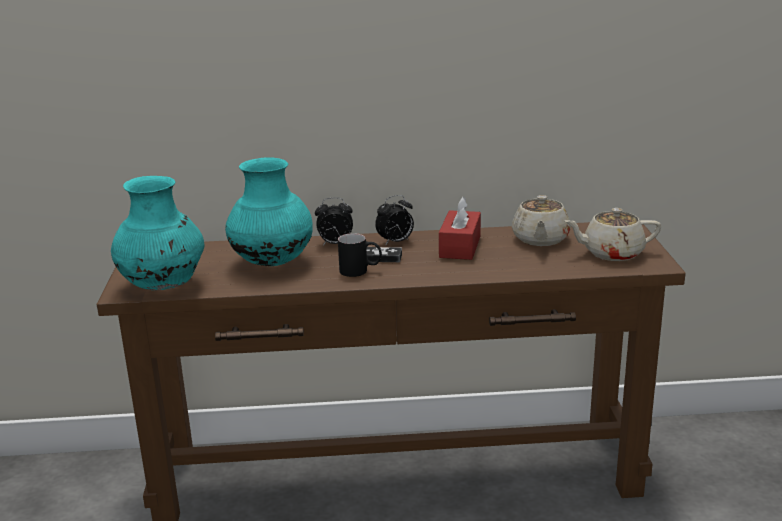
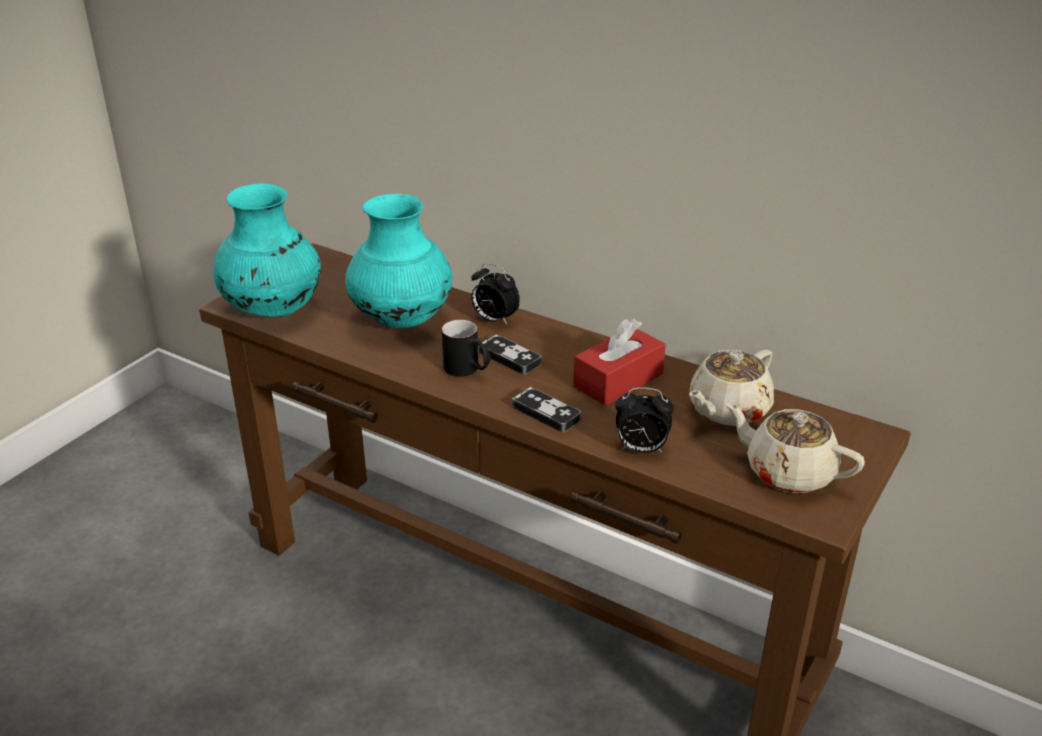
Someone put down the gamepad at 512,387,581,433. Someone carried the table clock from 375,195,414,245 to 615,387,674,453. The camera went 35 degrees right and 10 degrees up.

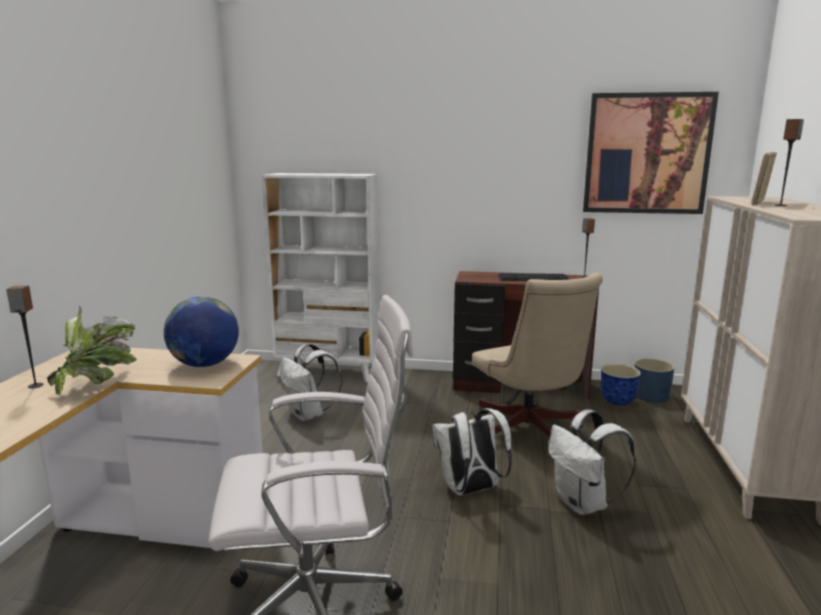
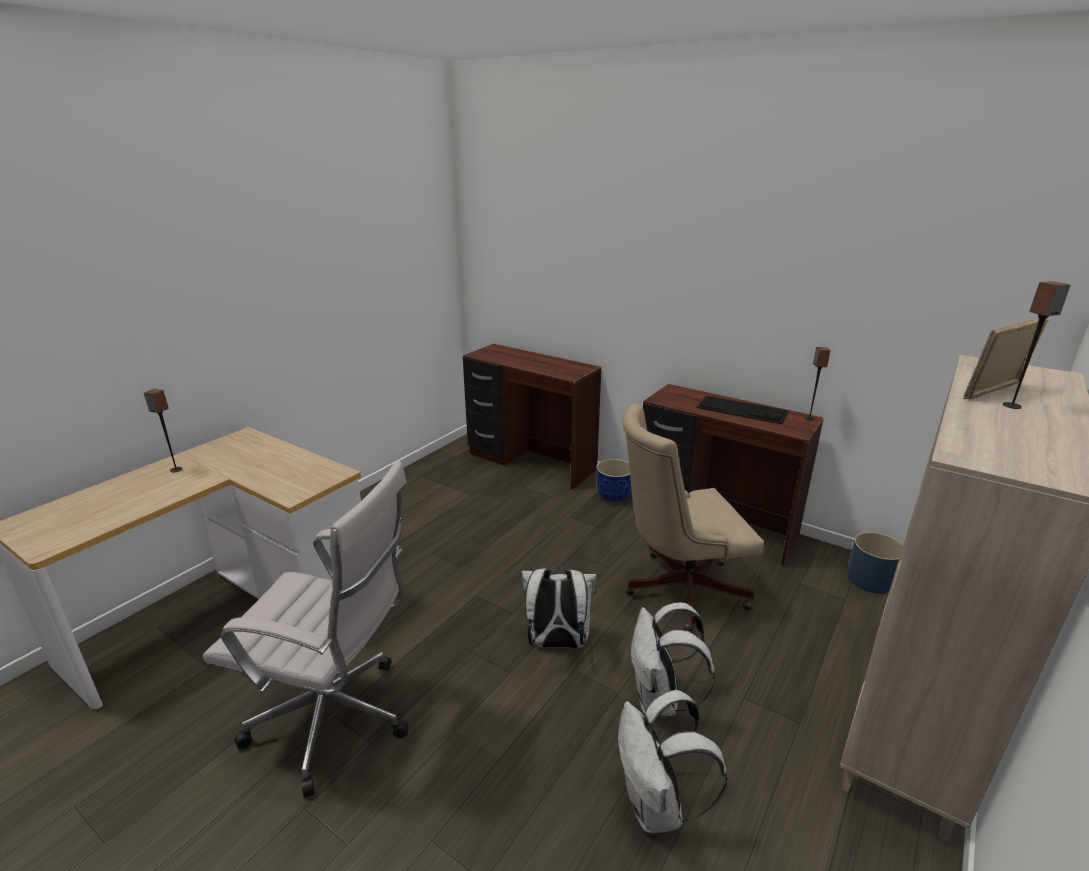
Someone swapped the bookshelf/white at 262,173,380,382 for the desk/brown at 463,344,601,490. Someone carried the plant pot from 601,364,641,405 to 596,459,631,502. Someone carried the rucksack/white from 281,344,342,421 to 618,690,727,833. Someone rotated the office chair/beige at 472,273,603,438 by 75 degrees clockwise. Someone took away the plant in a pot at 47,305,137,395. Someone took away the desk globe at 164,296,239,367. Someone took away the picture at 583,92,719,214. The camera went 25 degrees right and 10 degrees up.

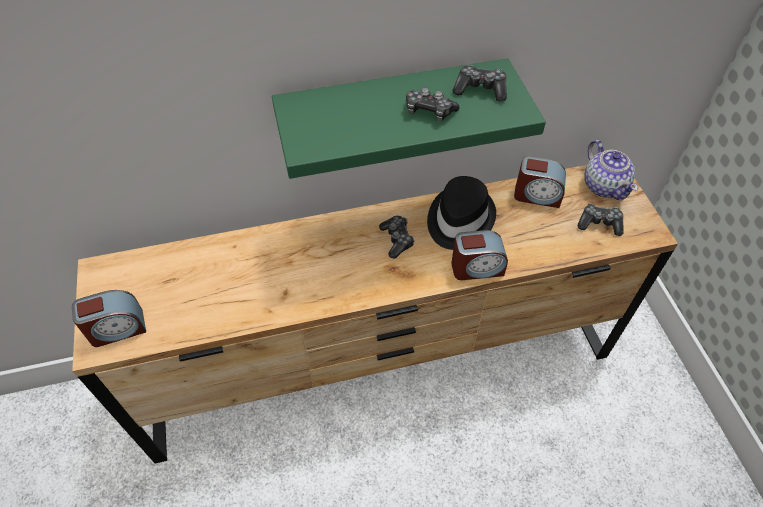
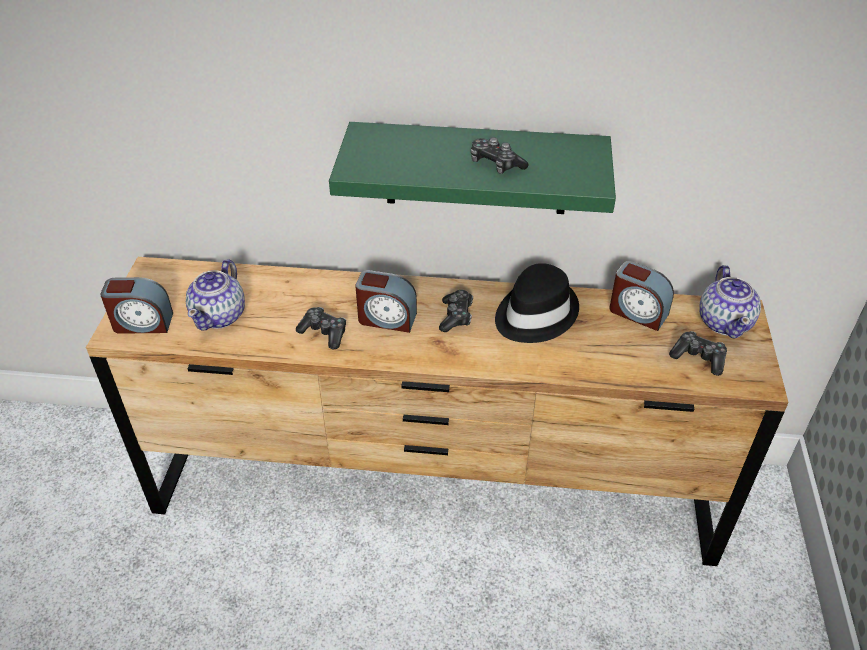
Someone put down the pot for tea at 186,259,245,331. Someone carried the gamepad from 453,65,507,102 to 296,307,346,350. Someone carried the table clock from 451,230,508,280 to 355,270,417,333. The camera went 20 degrees right and 10 degrees down.

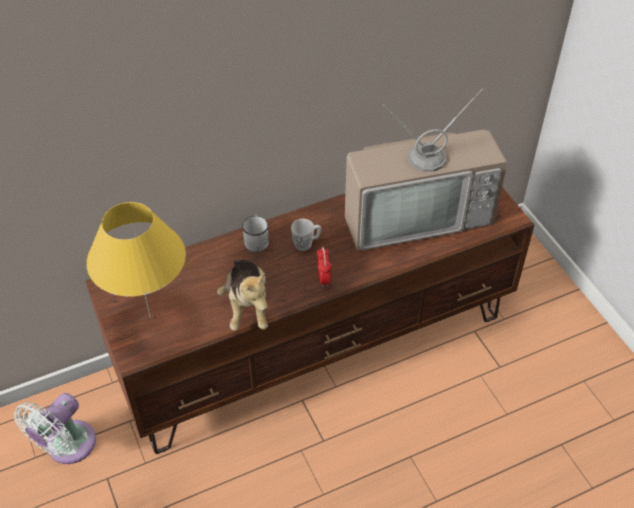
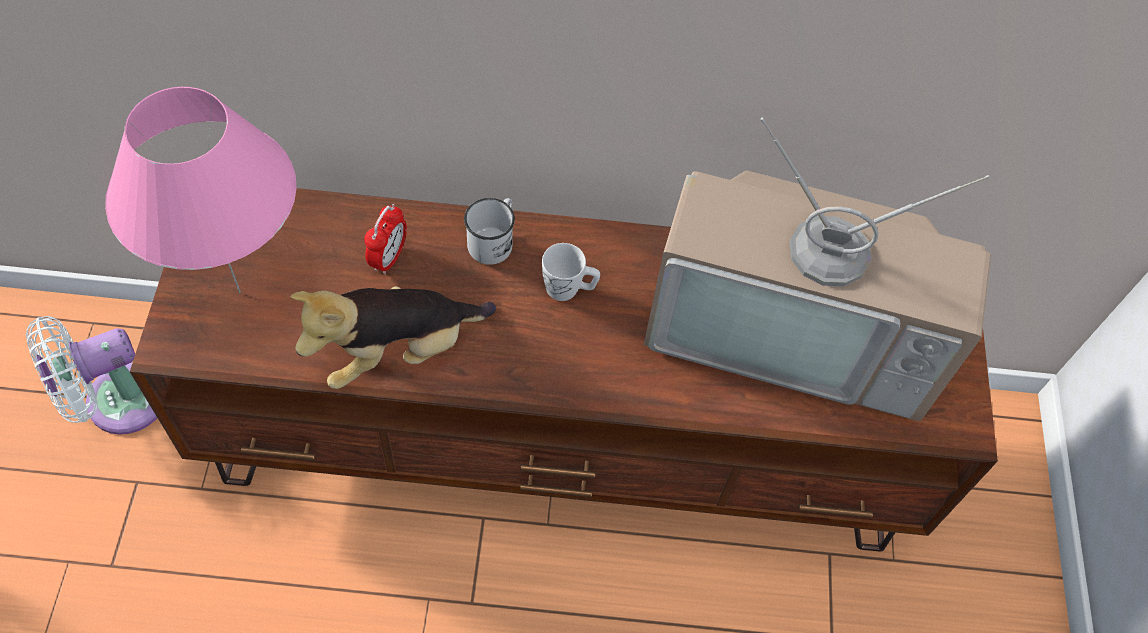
Someone repainted the table lamp/yellow at 86,202,186,319, which became the table lamp/pink-coloured at 105,87,297,293. Someone rotated the cuddly toy at 217,260,268,331 by 45 degrees clockwise. Someone carried the table clock from 316,247,332,287 to 364,204,407,275. The camera went 25 degrees right and 10 degrees up.

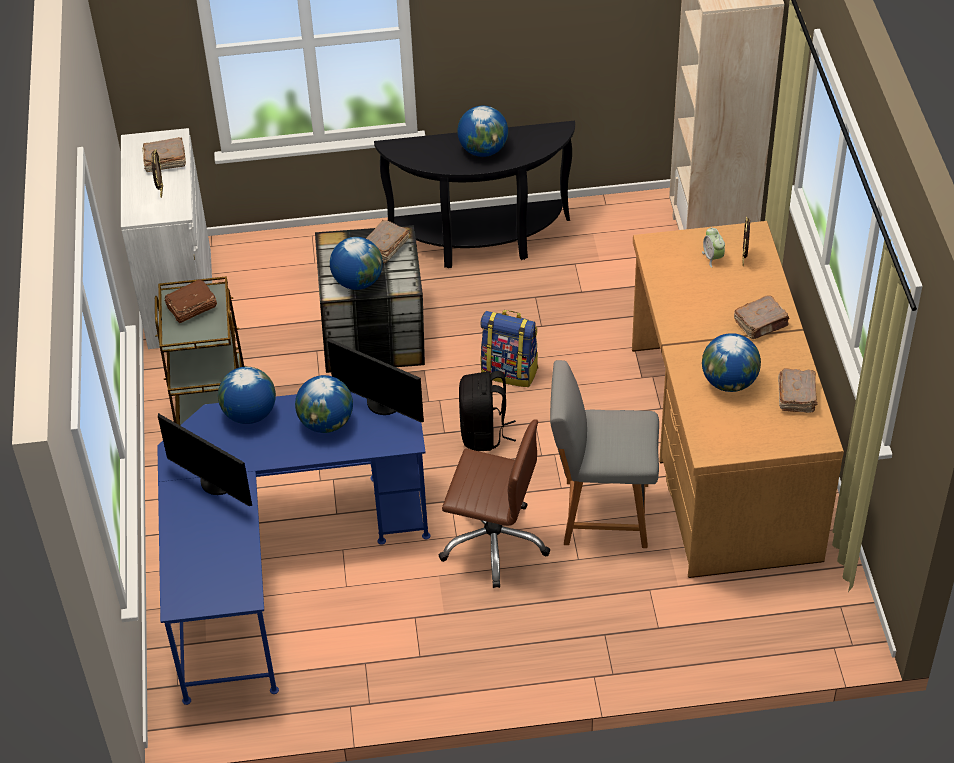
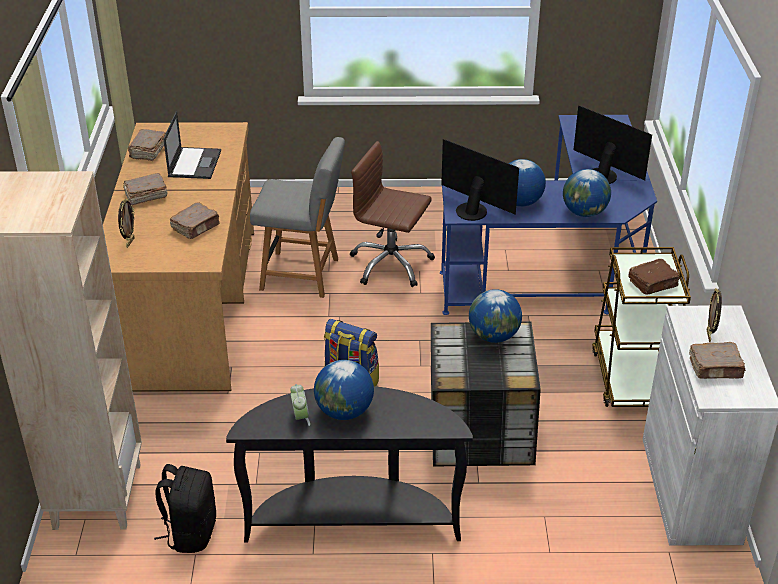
Someone carried the rucksack/blackish from 459,371,516,451 to 154,464,216,553. Someone swapped the desk globe at 702,333,761,392 for the notebook computer at 163,111,221,179. Someone carried the book/brown from 366,220,409,263 to 170,202,220,239. Someone carried the table clock from 702,227,725,268 to 290,384,310,426. The camera went 175 degrees left and 10 degrees down.

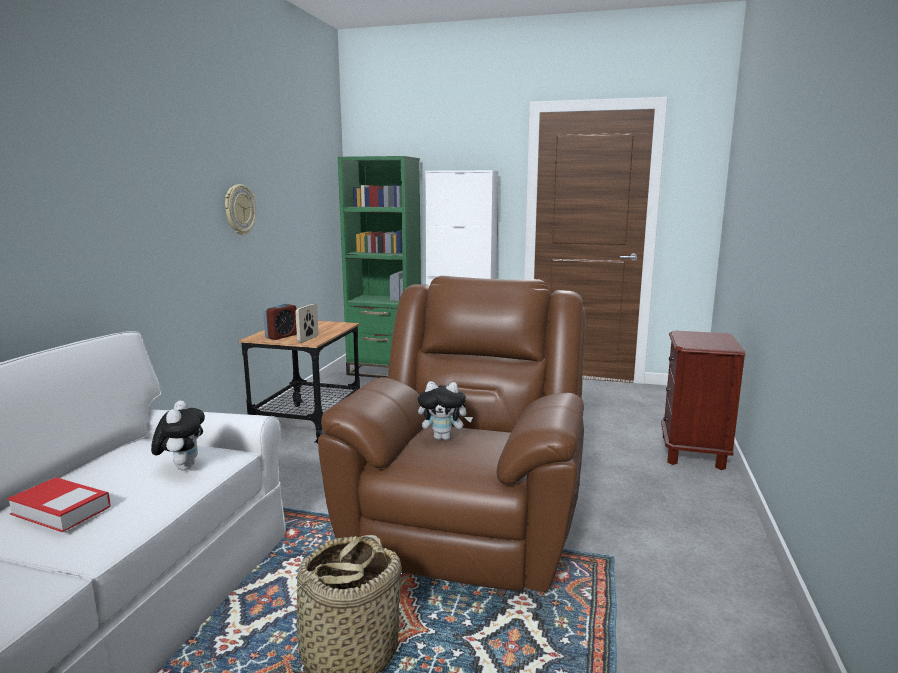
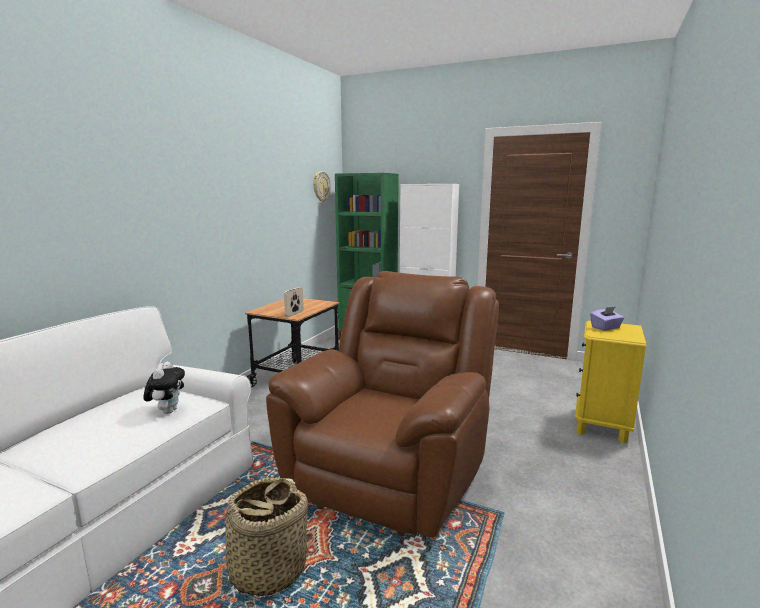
Someone carried the wall clock from 225,184,256,235 to 313,171,331,202. Someone repainted the night table/brown at 661,330,745,470, which became the night table/yellow at 575,321,646,443. Someone put down the tissue holder/purple at 590,307,624,331. Someone took away the book at 7,477,111,532. Someone took away the table clock at 263,303,297,340. Someone took away the cuddly toy at 418,381,473,440. The camera went 10 degrees right and 0 degrees up.

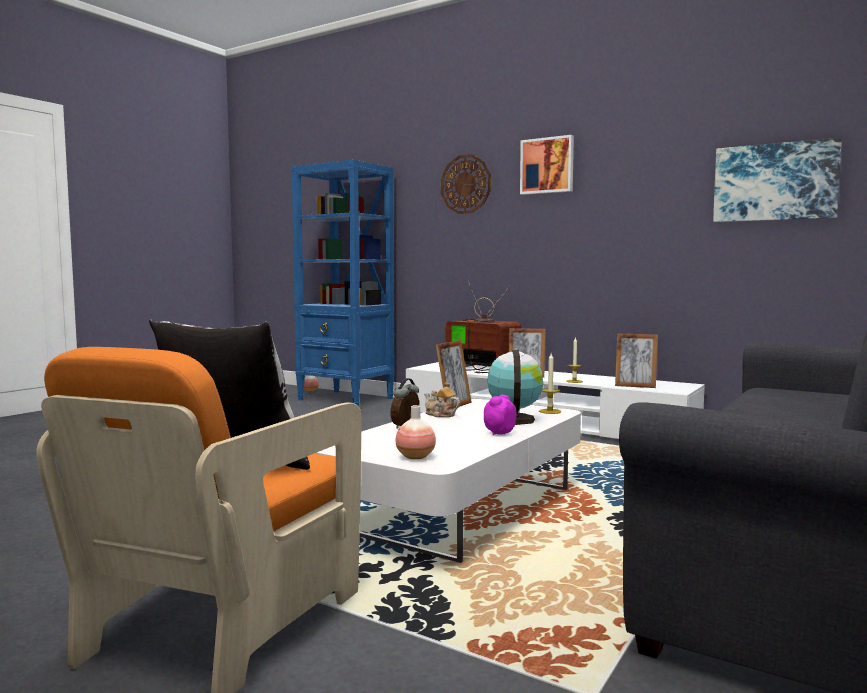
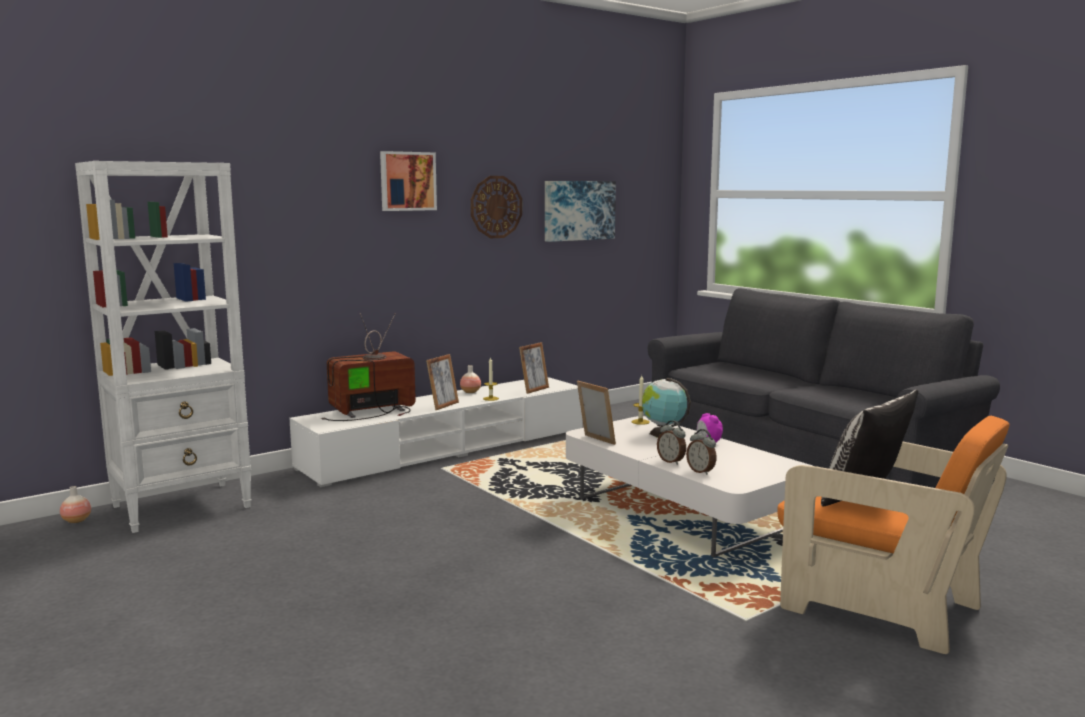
Someone repainted the bookshelf/blue-coloured at 291,160,394,407, which became the bookshelf/white at 75,161,252,533. Someone carried the decorative vase from 396,405,436,459 to 460,365,481,393. Someone carried the wall clock from 441,154,491,214 to 471,176,522,238. Someone put down the table clock at 686,429,716,475. Someone took away the pot for tea at 424,381,460,417. The camera went 70 degrees left and 5 degrees up.

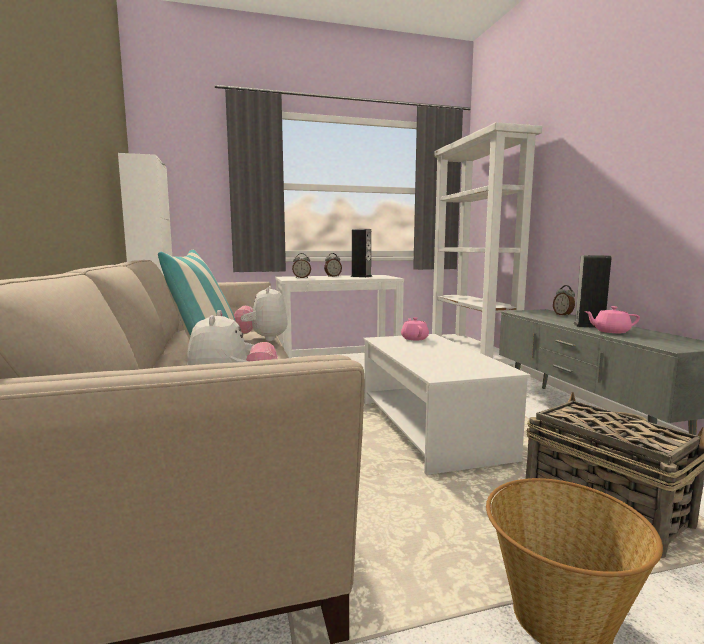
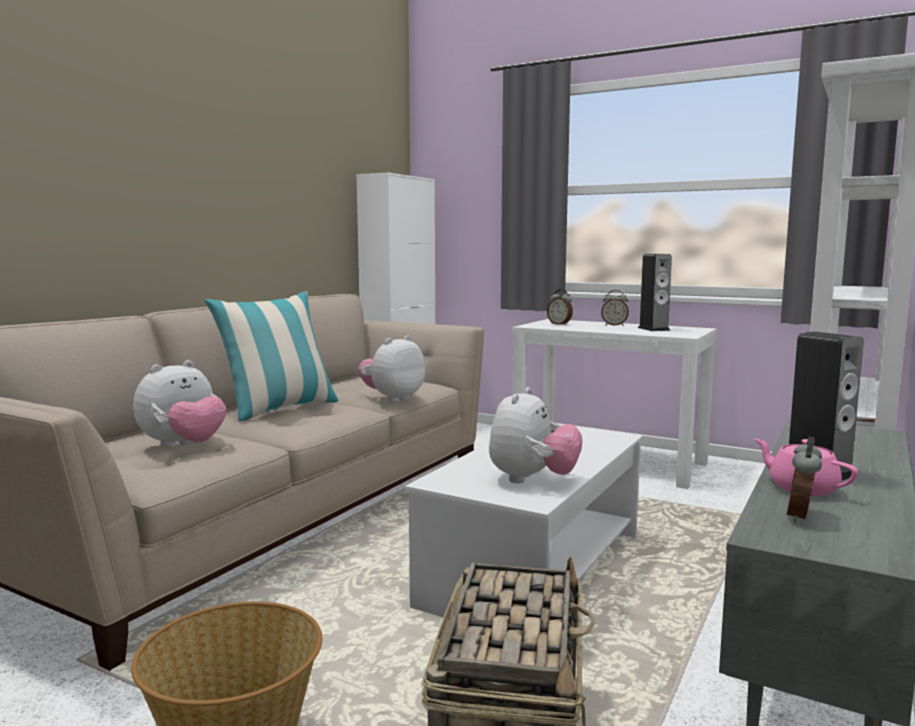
Someone put down the cuddly toy at 489,387,583,483. Someone carried the table clock from 553,285,575,316 to 787,436,822,523. Someone took away the pot for tea/pink-coloured at 401,317,429,340. The camera went 45 degrees right and 0 degrees up.

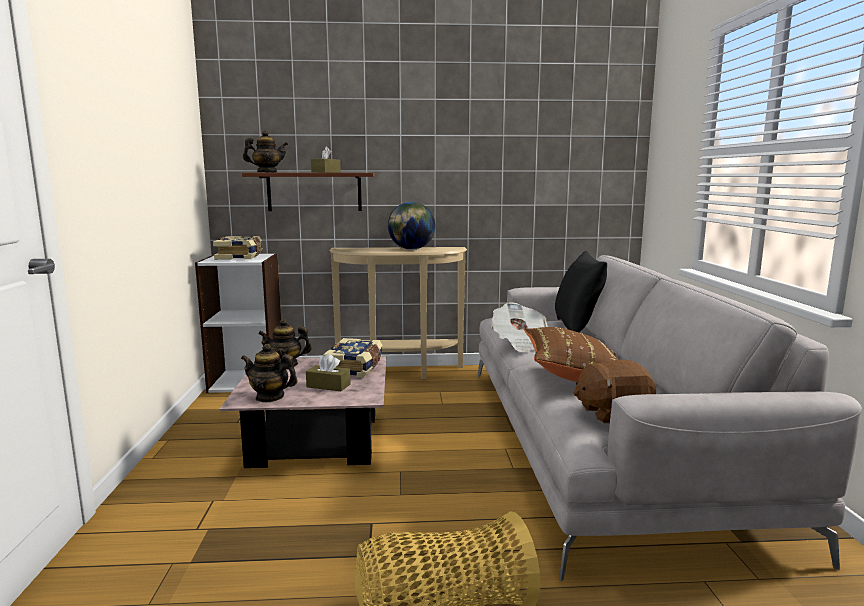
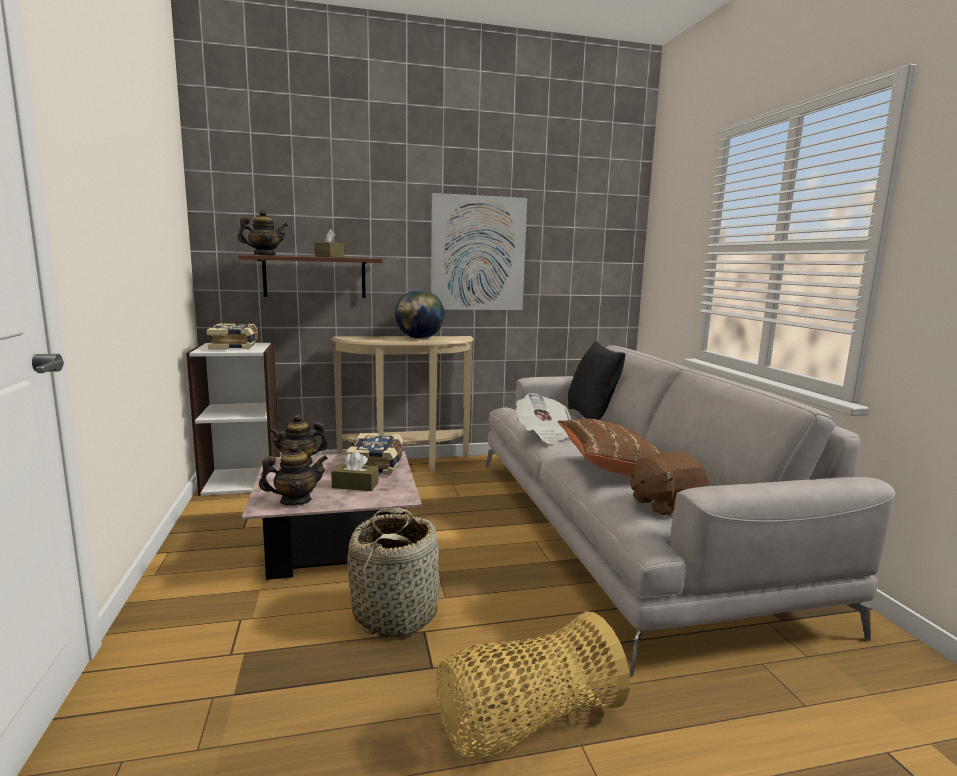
Someone rotated the pot for tea at 241,344,297,402 by 150 degrees clockwise. Someone put down the basket at 347,508,440,637. Someone put up the picture at 431,193,527,310. The camera went 10 degrees left and 0 degrees up.

